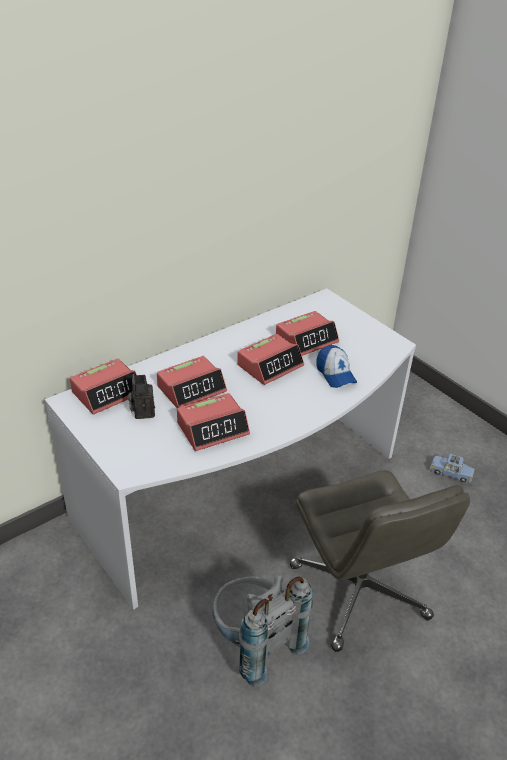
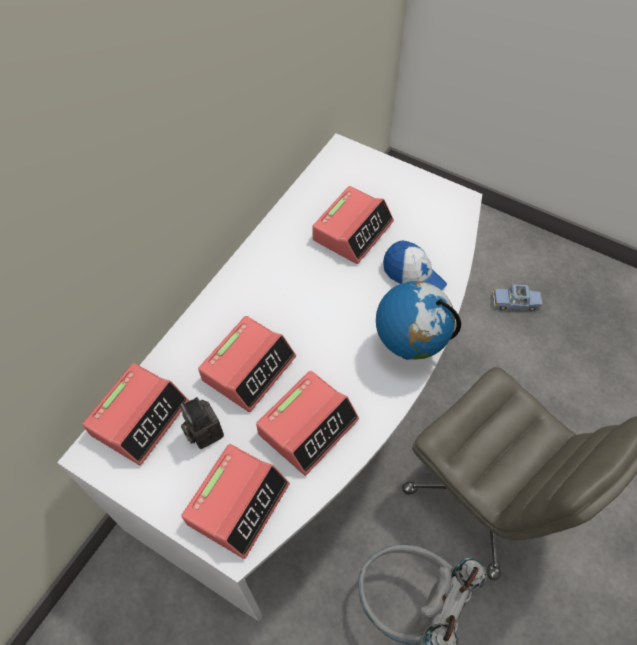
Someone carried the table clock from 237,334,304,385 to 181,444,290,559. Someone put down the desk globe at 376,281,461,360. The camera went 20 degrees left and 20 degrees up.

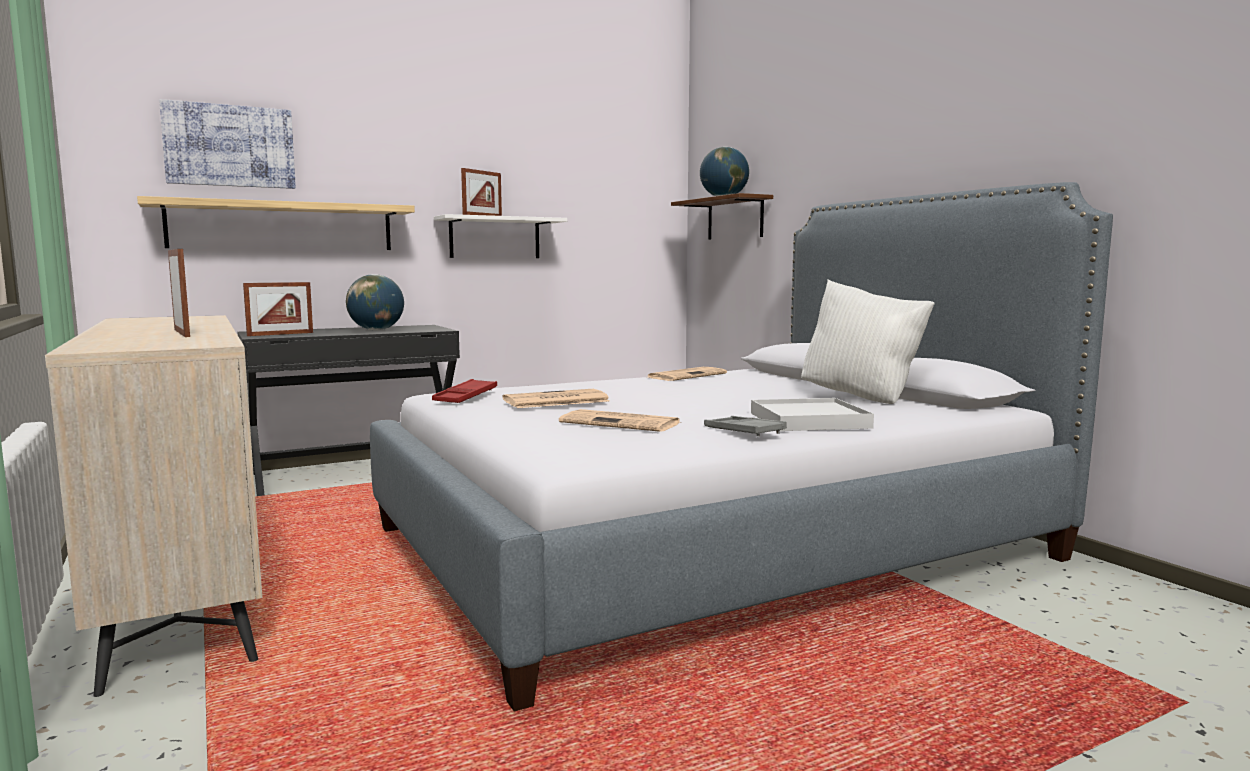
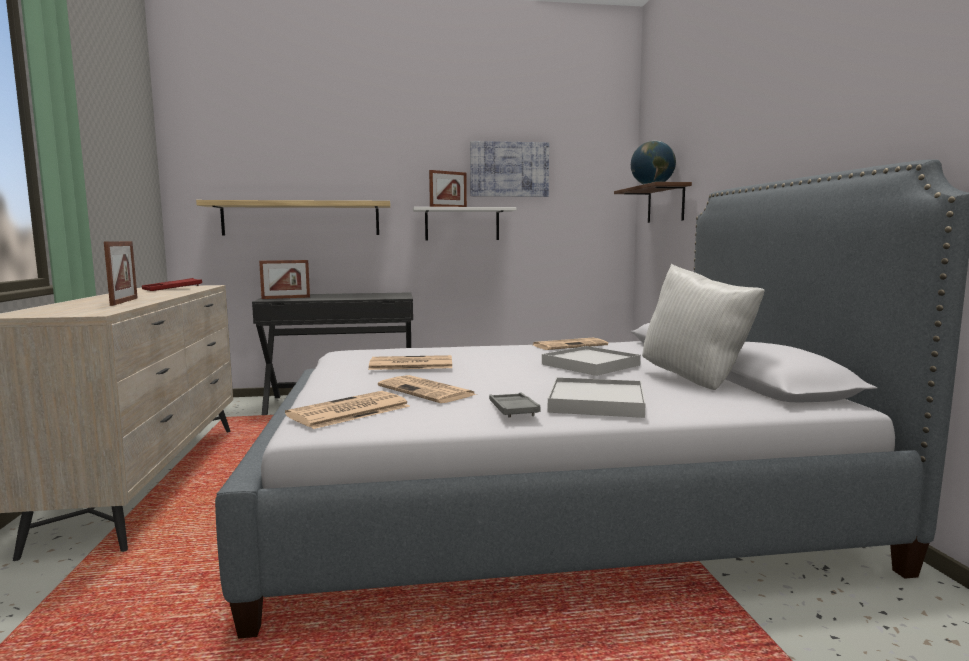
Someone carried the serving tray/reddish from 432,379,497,403 to 142,278,202,291. Someone put down the newspaper at 285,391,410,429. Someone carried the picture from 159,99,296,189 to 470,141,549,197. Someone put down the serving tray/white at 542,346,641,376. Someone took away the desk globe at 346,274,404,330. The camera went 20 degrees right and 0 degrees up.

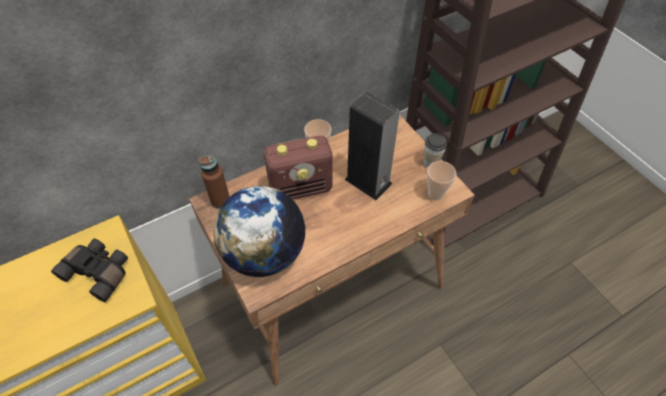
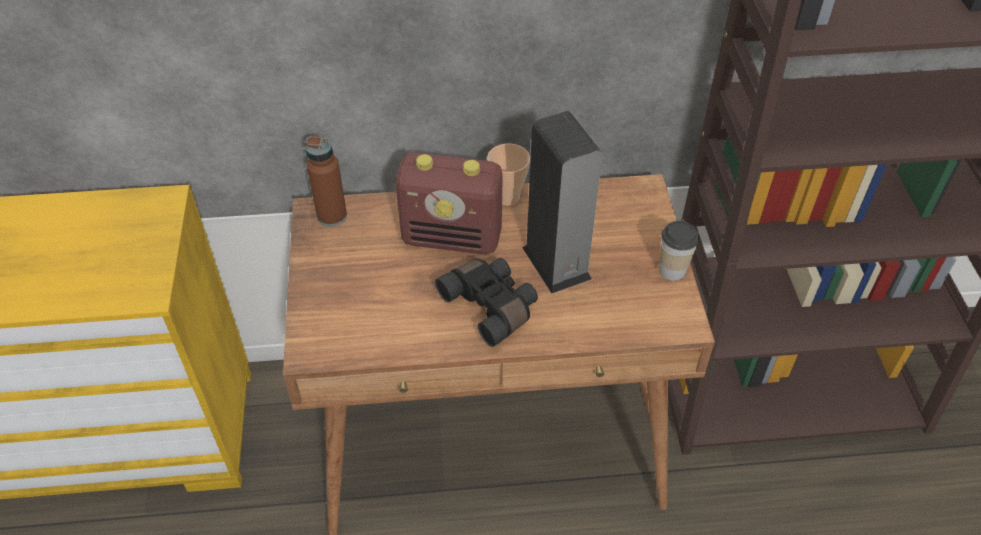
Someone carried the binoculars/blackish from 51,238,128,302 to 435,258,538,347. Someone took away the desk globe at 213,186,305,277. Someone took away the drinking cup at 427,161,456,200. The camera went 25 degrees right and 5 degrees down.

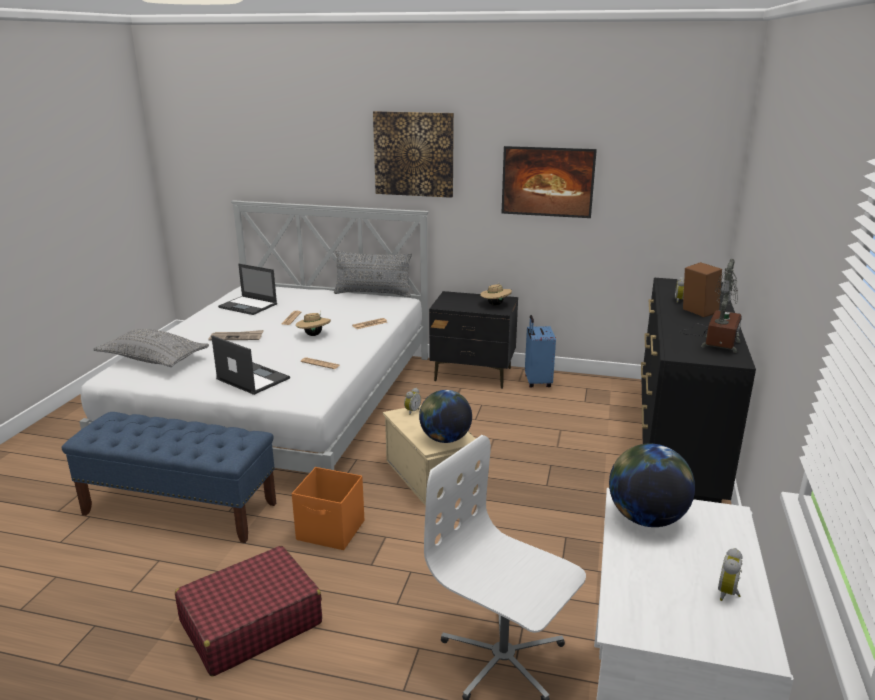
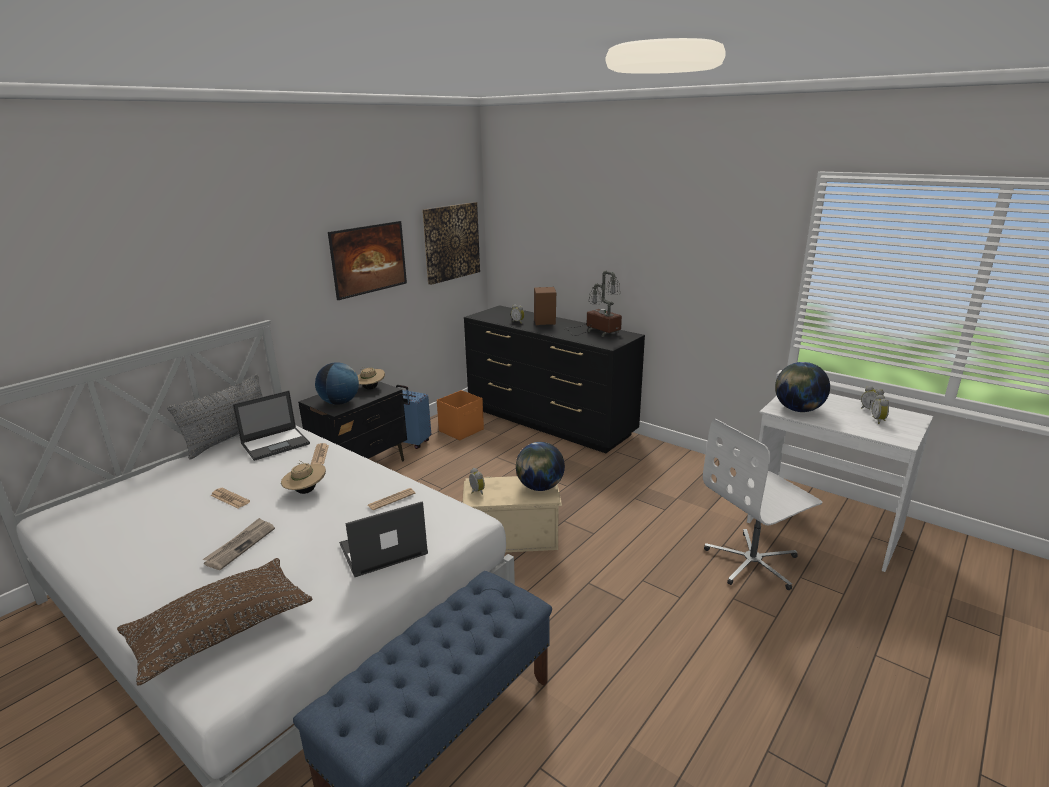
Someone repainted the pillow/grey at 93,329,209,367, which became the pillow/brown at 117,558,312,686. Someone carried the notebook computer from 218,264,277,315 to 233,391,310,461. Someone put down the desk globe at 315,362,359,405. Someone carried the picture from 373,111,454,198 to 422,202,480,285. Someone carried the storage container/orange-coloured from 292,467,364,550 to 437,390,484,440. Someone put down the table clock at 872,394,889,424. Someone took away the travel case/reddish at 175,546,322,676. The camera went 65 degrees left and 0 degrees up.

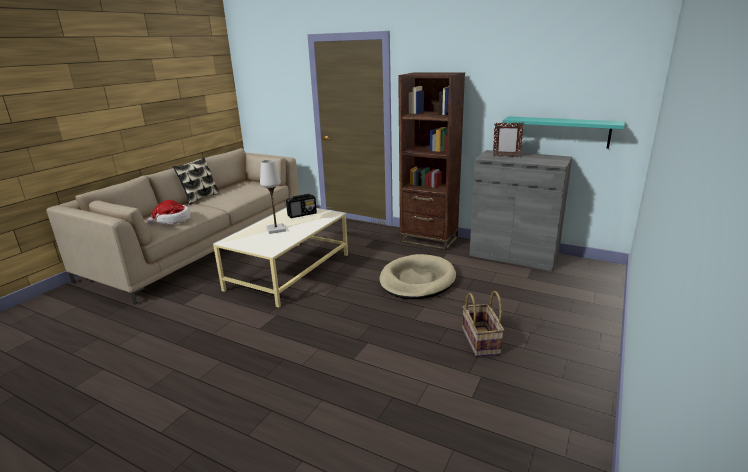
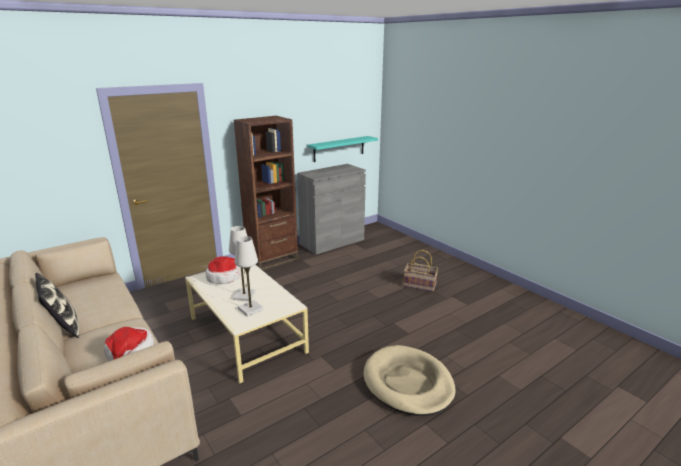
Someone swapped the radio set at 286,194,317,218 for the clothing hat at 205,256,240,284. Someone put down the table lamp/white at 235,236,264,317. Someone carried the dog cushion/beige from 379,254,456,299 to 364,345,456,416. Someone took away the standing frame at 493,122,524,157. The camera went 65 degrees left and 0 degrees up.

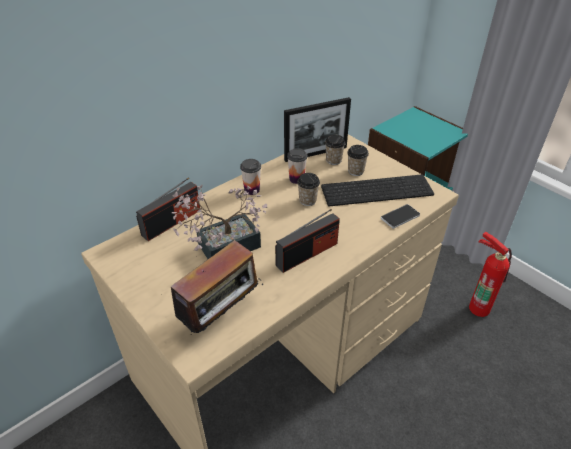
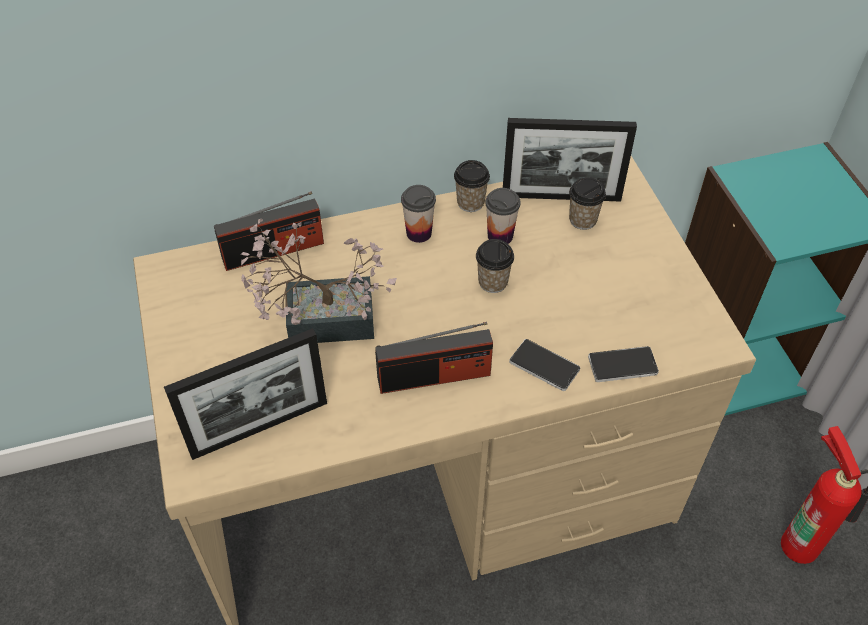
Someone swapped the radio set at 171,240,263,335 for the standing frame at 164,328,327,460. Someone carried the drinking cup from 347,145,369,176 to 454,160,490,212. Someone put down the handset at 509,339,580,391. Someone took away the keyboard at 321,174,434,206. The camera went 25 degrees right and 10 degrees up.

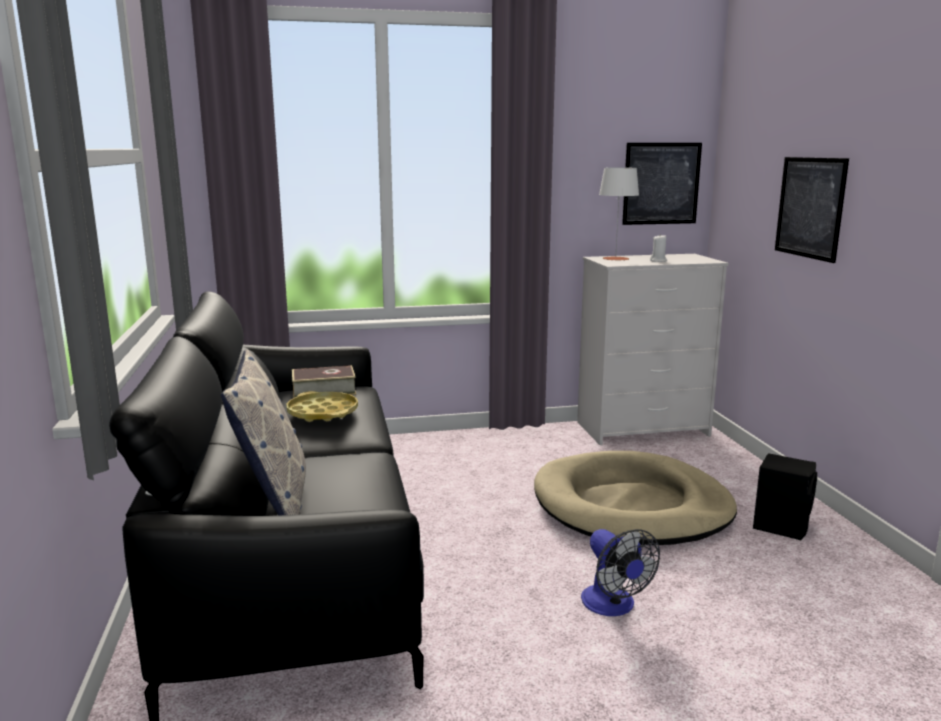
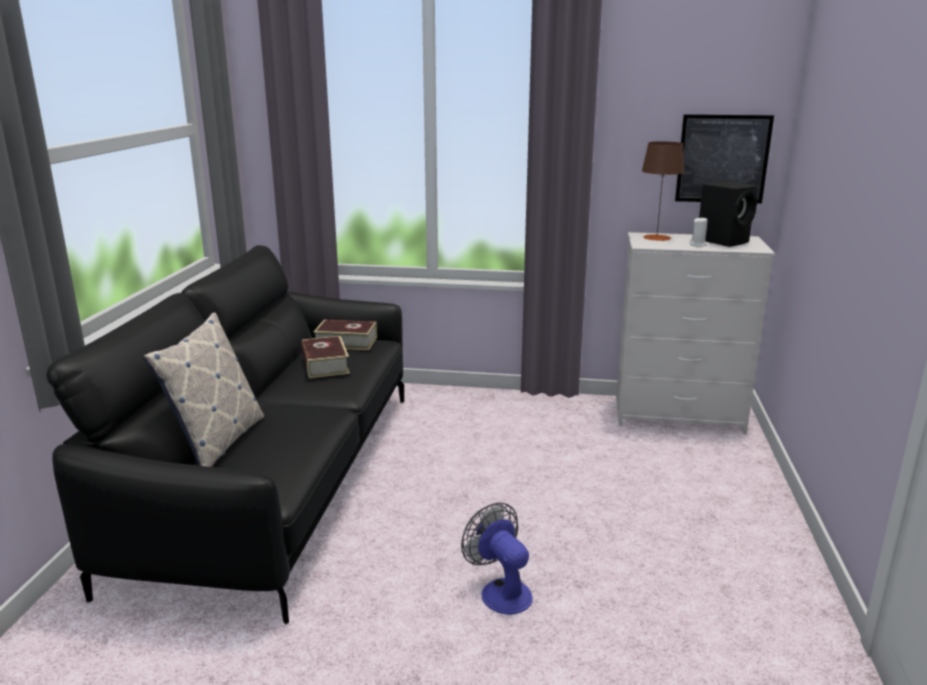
Someone swapped the serving tray/yellow at 286,391,358,422 for the book at 302,336,350,378. Someone rotated the electric fan at 581,529,660,616 by 150 degrees clockwise. Someone repainted the table lamp/white at 599,167,639,261, which became the table lamp/brown at 642,141,685,241. Someone carried the audio speaker/blackish from 753,453,817,540 to 699,181,757,247. Someone took away the dog cushion/beige at 534,451,737,545. Someone took away the picture at 775,157,849,263. The camera went 20 degrees right and 5 degrees up.

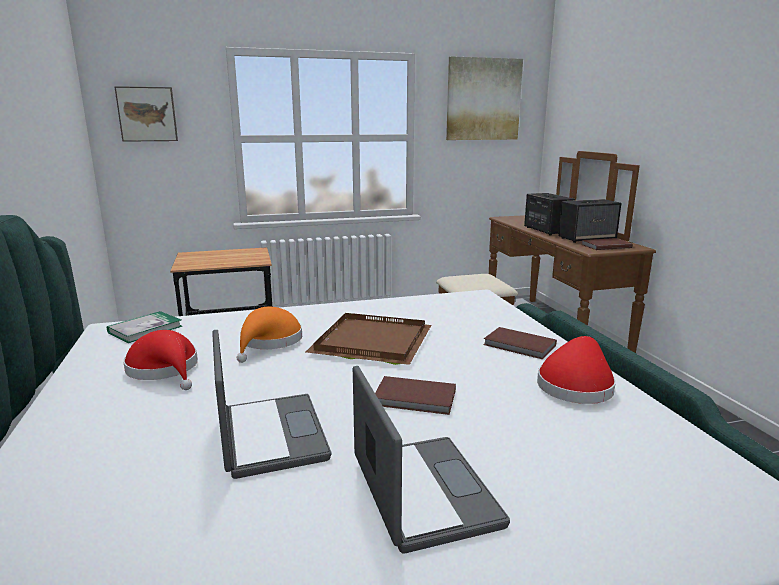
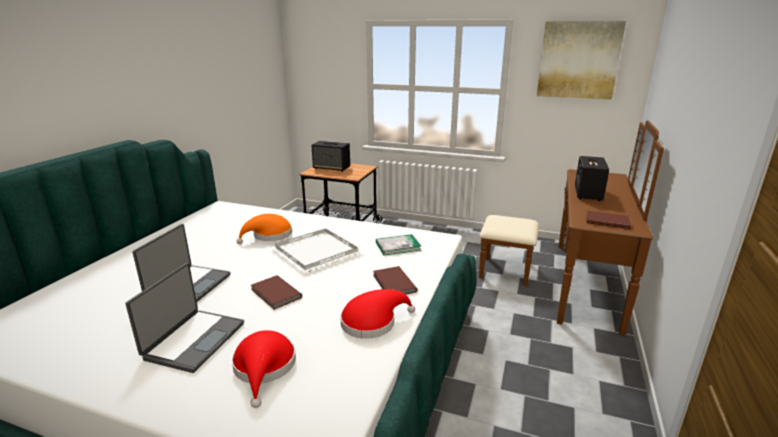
Someone carried the clothing hat/reddish from 123,330,198,390 to 232,330,296,408. Someone repainted the serving tray/brown at 306,313,431,365, which became the serving tray/white at 270,228,364,273. Someone carried the audio speaker from 558,199,621,243 to 311,141,350,172. Someone carried the book from 107,311,182,343 to 376,234,421,255. Someone took away the picture at 114,86,178,142. The camera went 35 degrees right and 5 degrees up.

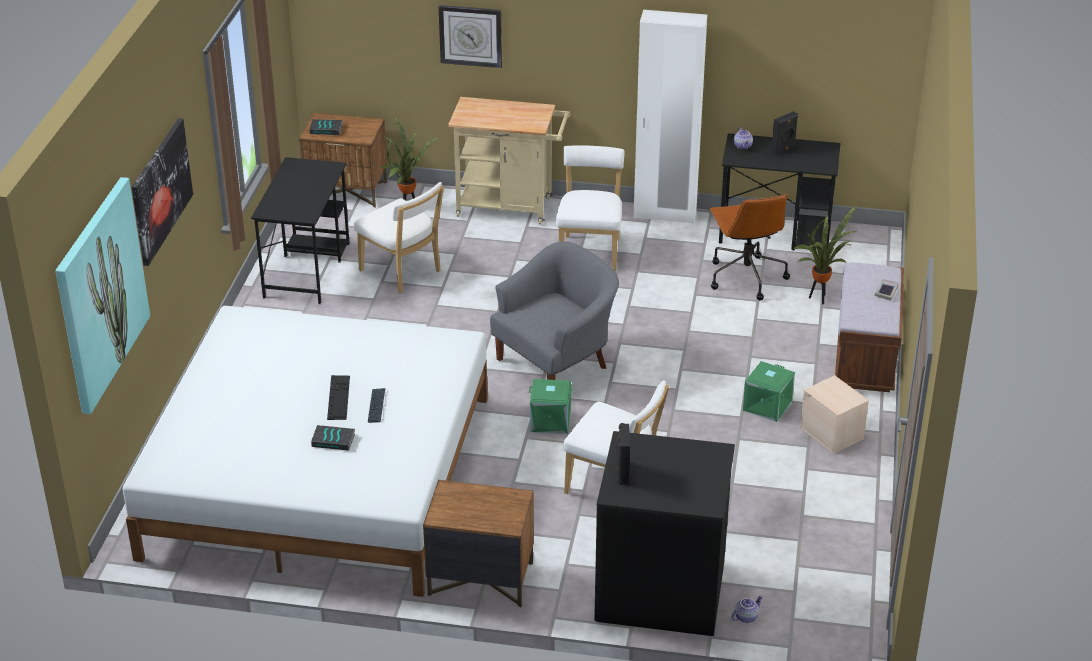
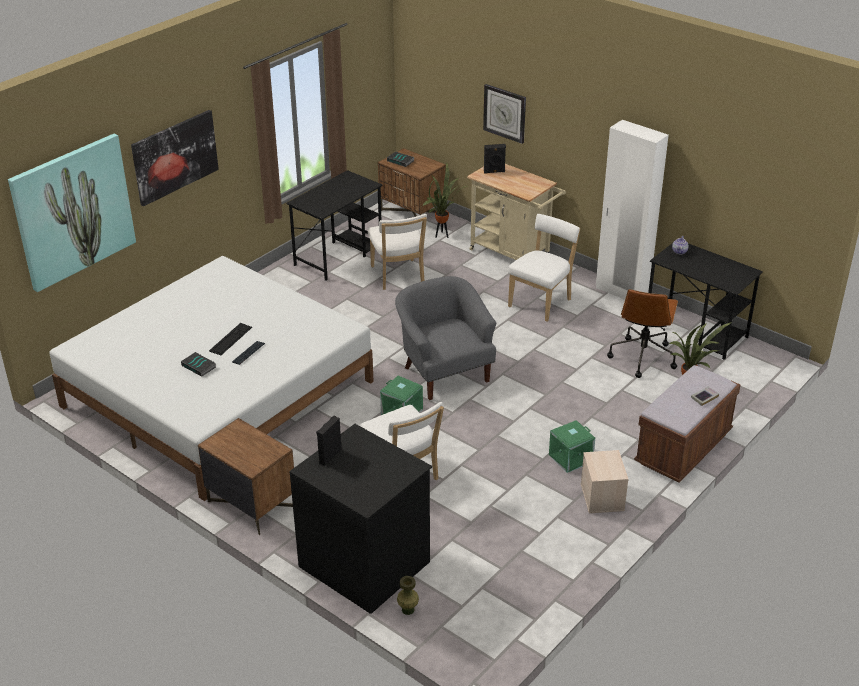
Someone rotated the lounge chair/grey at 490,241,619,380 by 105 degrees counterclockwise. Someone swapped the pot for tea at 731,595,763,623 for the decorative vase/green-coloured at 397,576,419,615. Someone carried the audio speaker/blackish from 771,111,798,155 to 484,144,506,174. The camera went 30 degrees right and 0 degrees up.

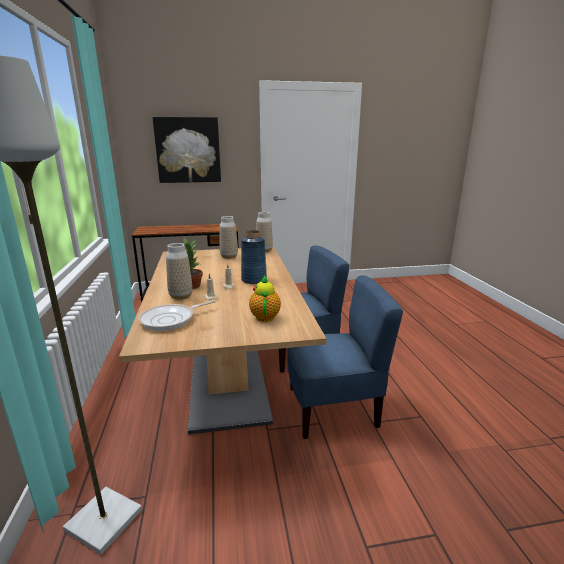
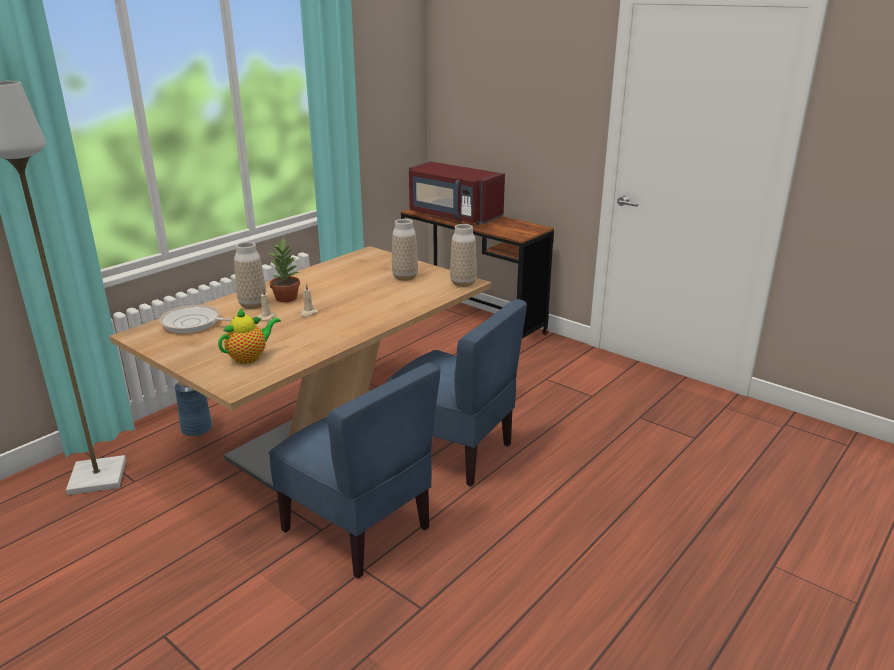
Someone carried the decorative vase/blue-coloured from 241,230,267,284 to 175,381,212,436. Someone put down the microwave/reddish at 409,161,505,225. Someone took away the picture at 153,117,221,183. The camera went 50 degrees right and 5 degrees up.

